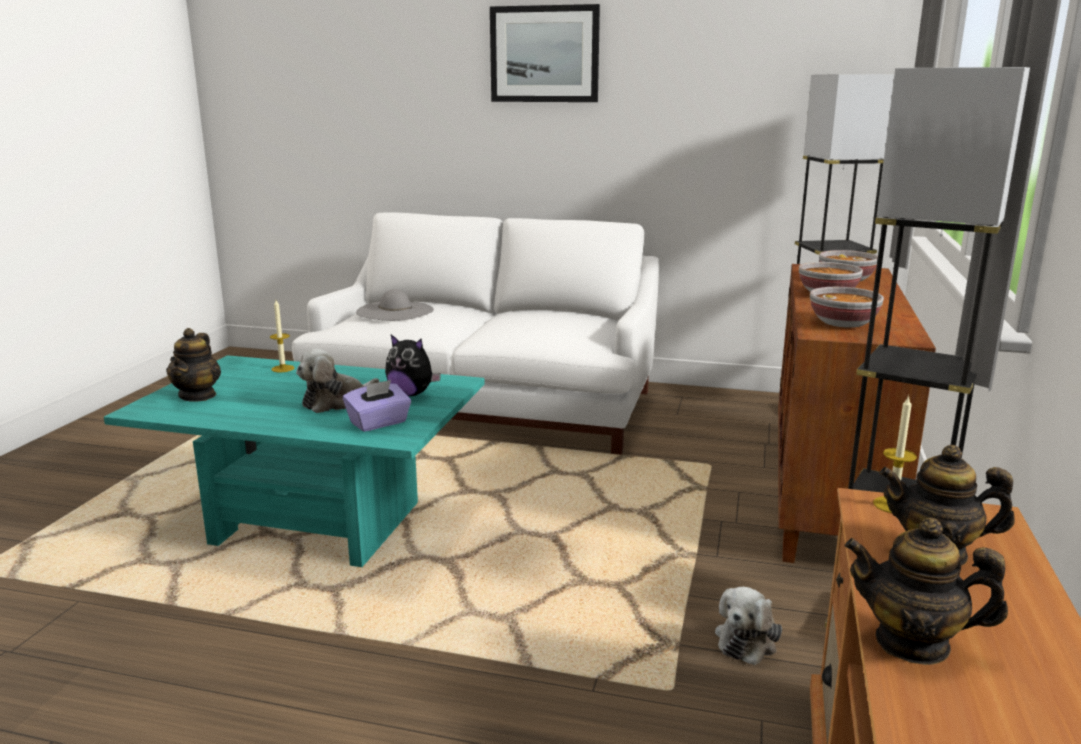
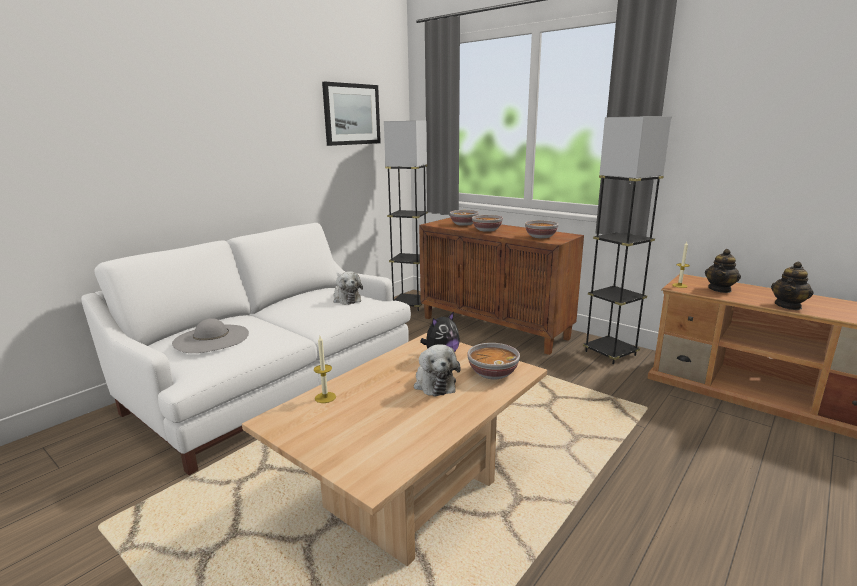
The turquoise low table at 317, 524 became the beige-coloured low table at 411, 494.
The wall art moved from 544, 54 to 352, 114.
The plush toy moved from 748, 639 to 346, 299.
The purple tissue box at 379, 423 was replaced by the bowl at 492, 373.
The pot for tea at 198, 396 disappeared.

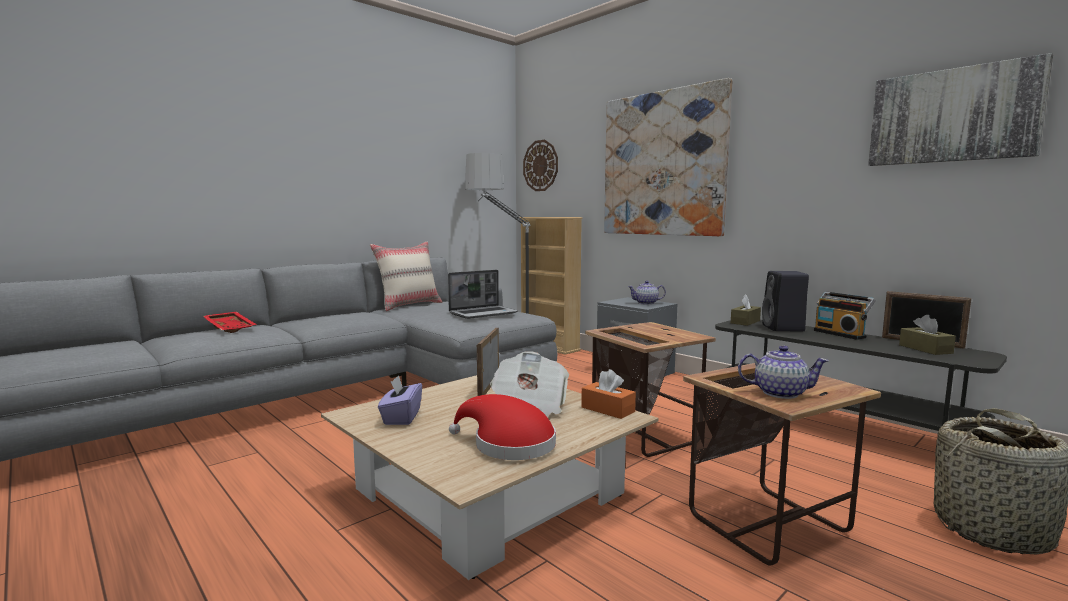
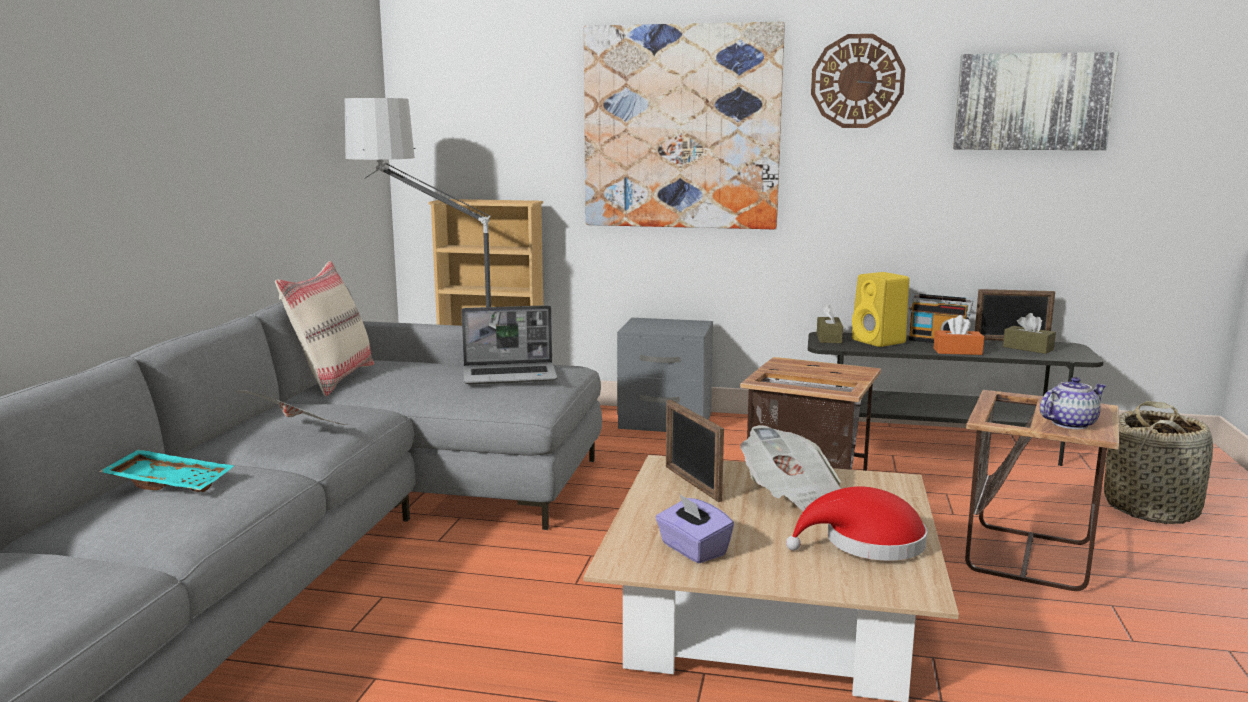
The red-coloured serving tray at 231, 328 became the turquoise serving tray at 171, 483.
The newspaper at 297, 434 appeared.
The laptop at 483, 313 turned 60 degrees clockwise.
The hanging clock moved from 540, 165 to 857, 81.
The blackish loudspeaker at 784, 328 became the yellow-coloured loudspeaker at 880, 342.
The orange-coloured tissue box moved from 607, 409 to 957, 351.
The pot for tea at 646, 303 disappeared.

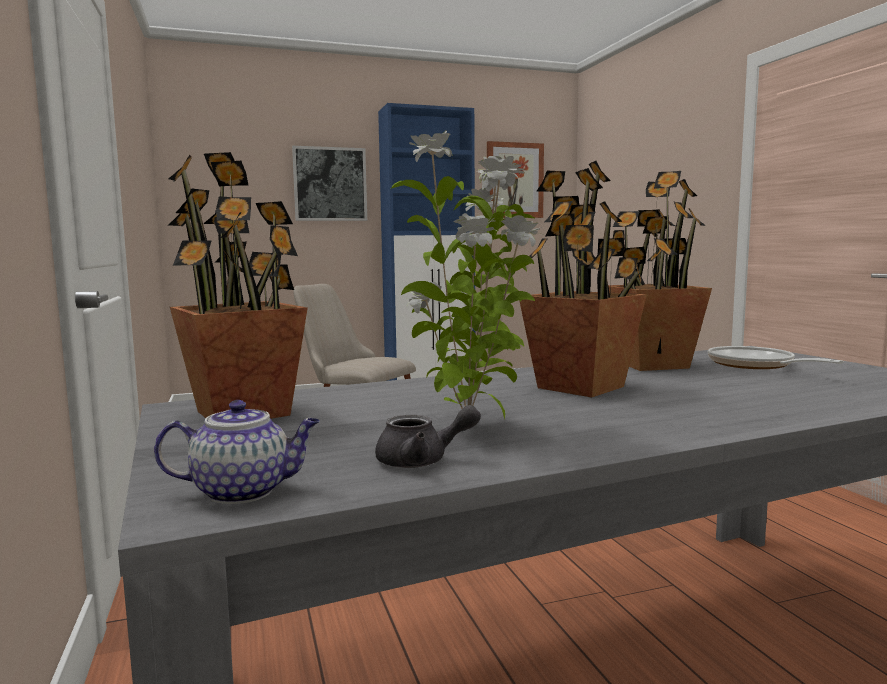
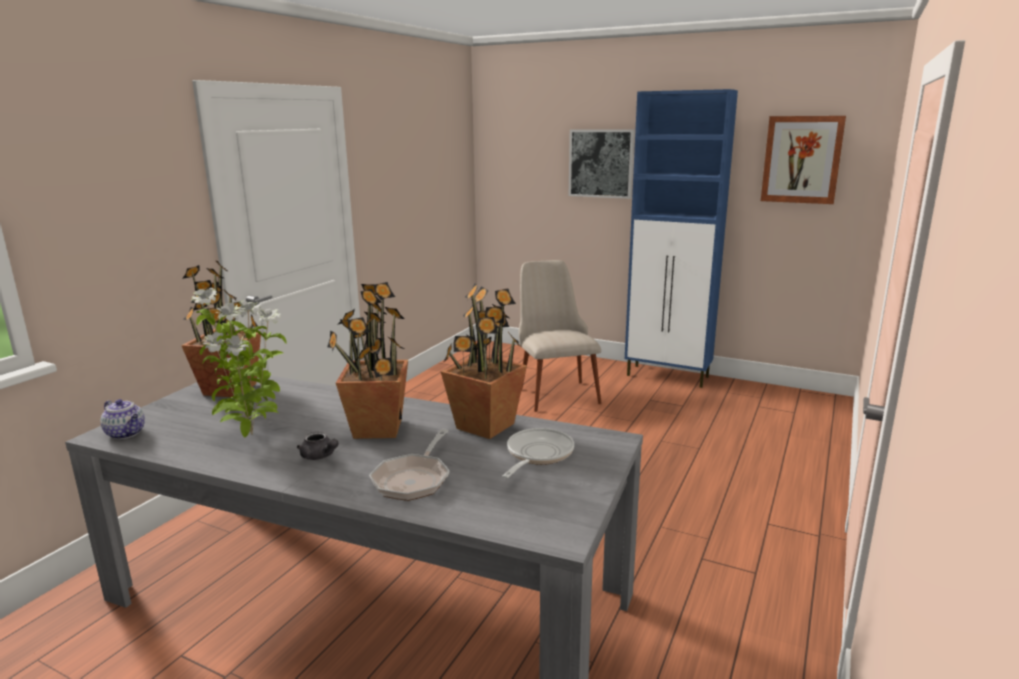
The gray pot for tea moved from 422, 461 to 320, 456.
The pan at 413, 479 appeared.

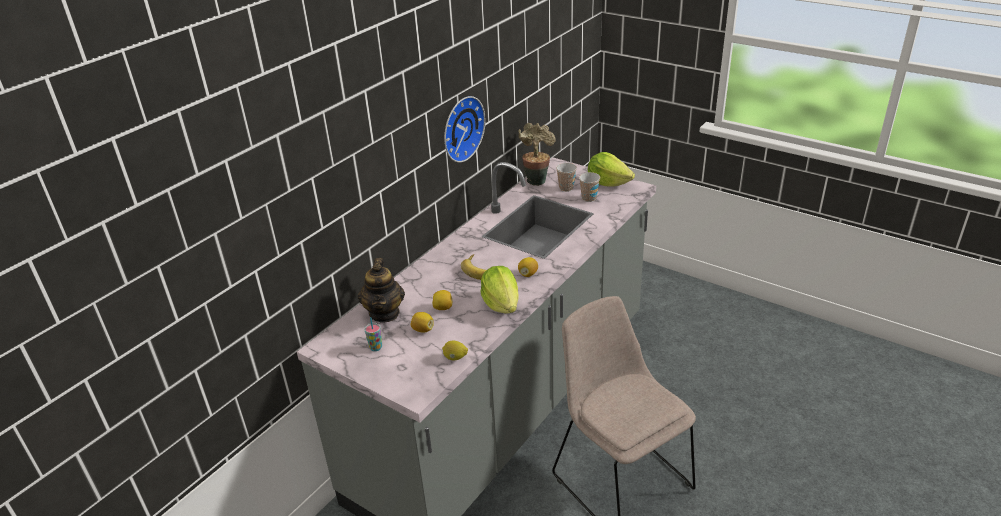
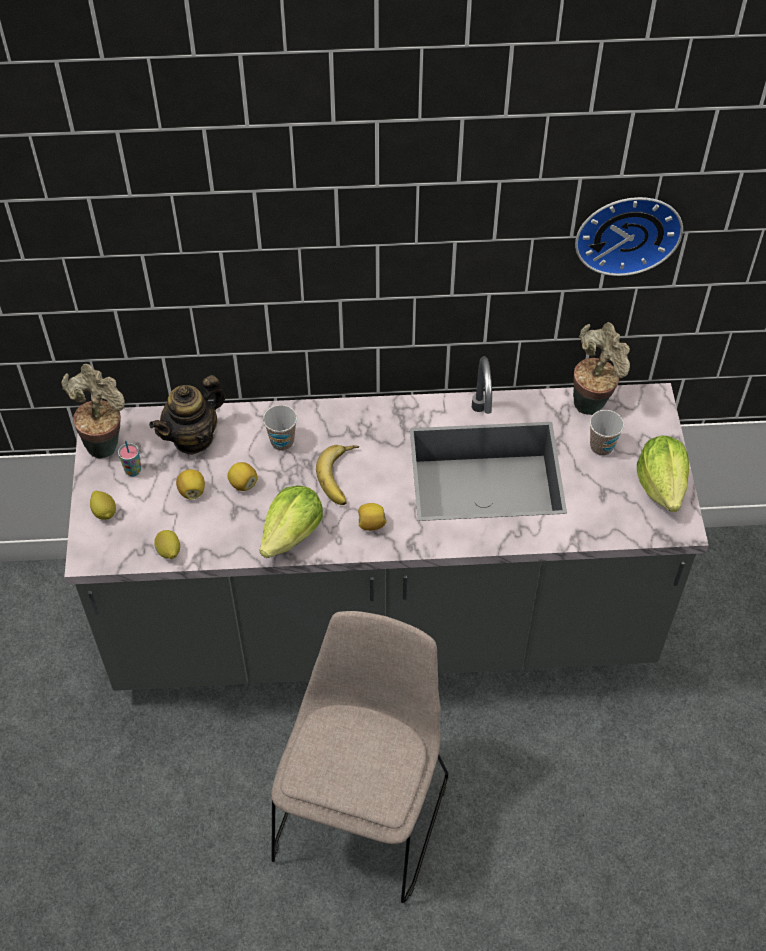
The potted plant at 105, 442 appeared.
The lemon at 104, 512 appeared.
The drinking cup moved from 589, 198 to 282, 441.
The hanging clock moved from 460, 128 to 627, 231.

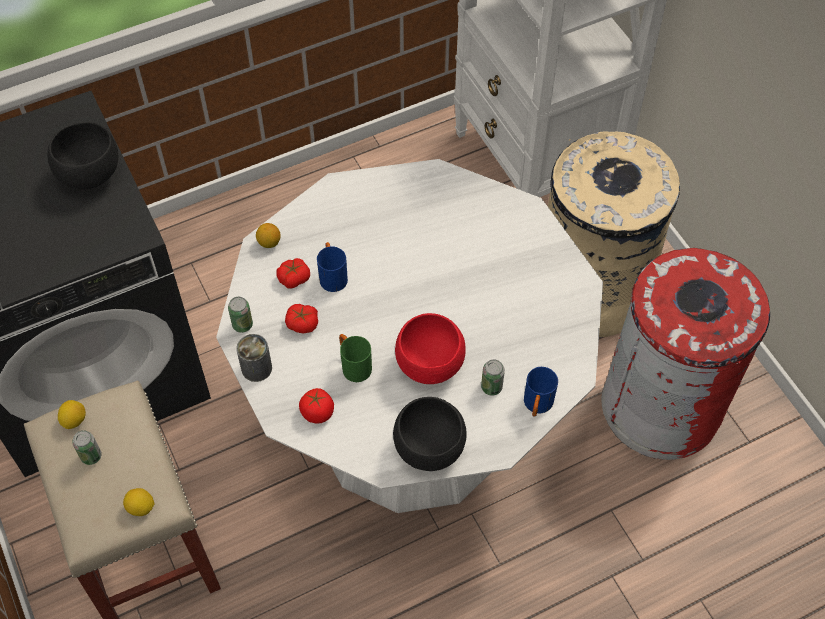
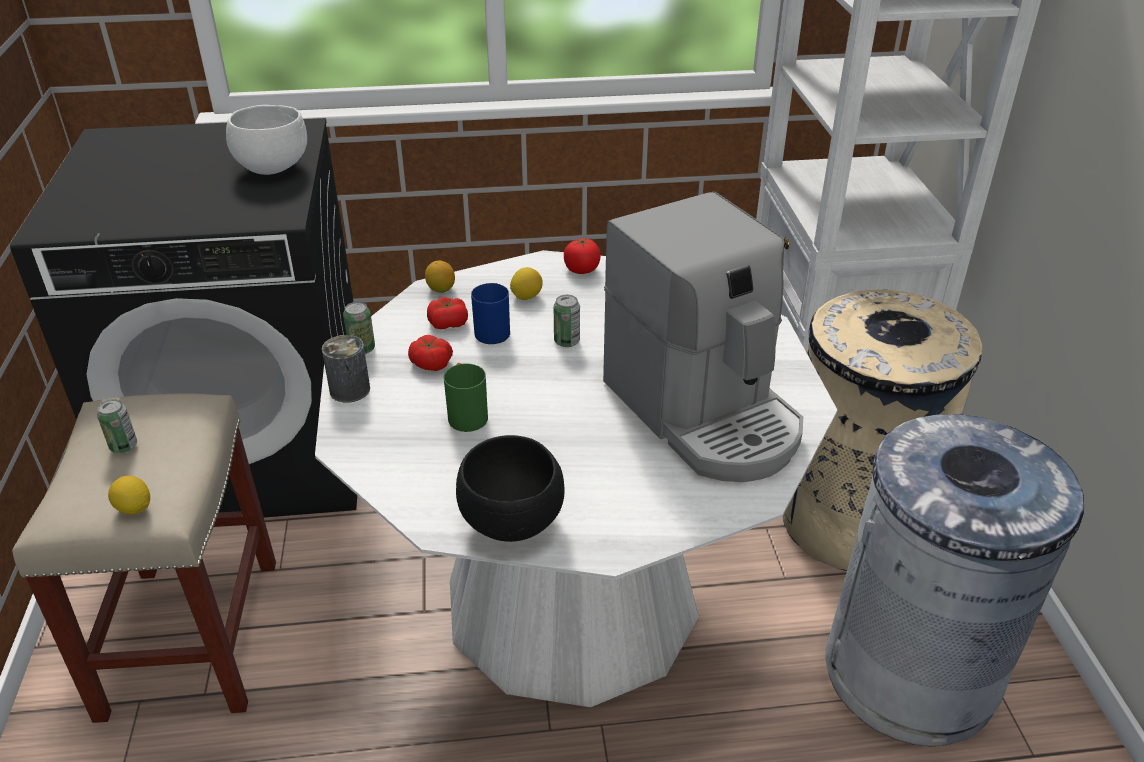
The blackish bowl at 89, 174 became the white-coloured bowl at 273, 168.
The lemon moved from 74, 420 to 526, 296.
The metal can moved from 491, 387 to 566, 341.
The tomato moved from 317, 412 to 582, 269.
The coffee maker at 704, 413 appeared.
The red-coloured trash can at 661, 406 became the gray trash can at 911, 673.
The red-coloured bowl at 431, 365 disappeared.
The blue-coloured coffee mug at 537, 406 disappeared.

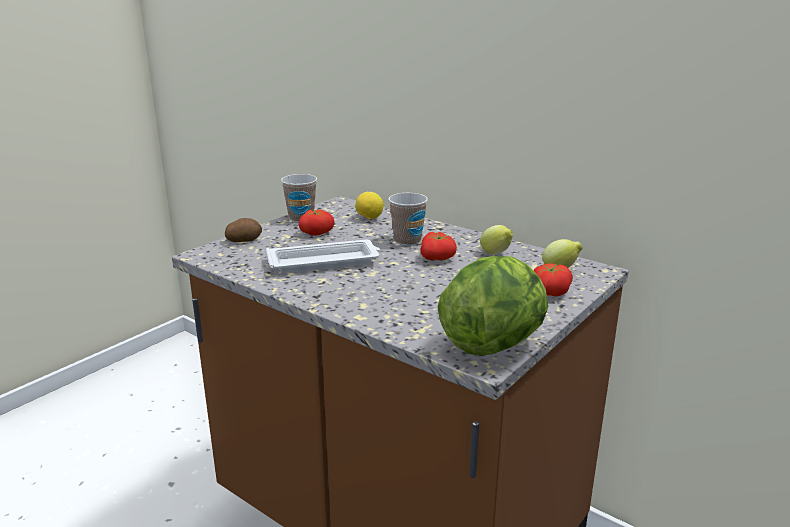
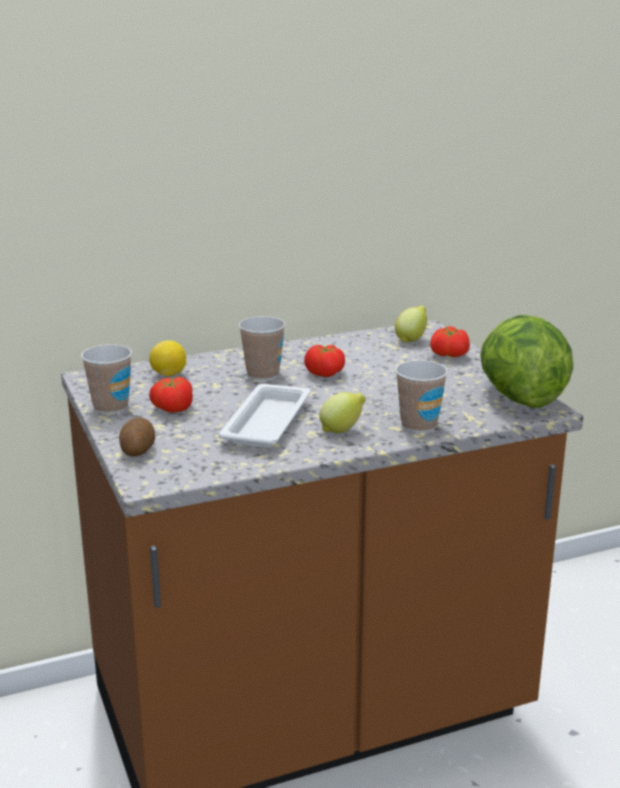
The lemon moved from 496, 254 to 342, 430.
The drinking cup at 419, 425 appeared.

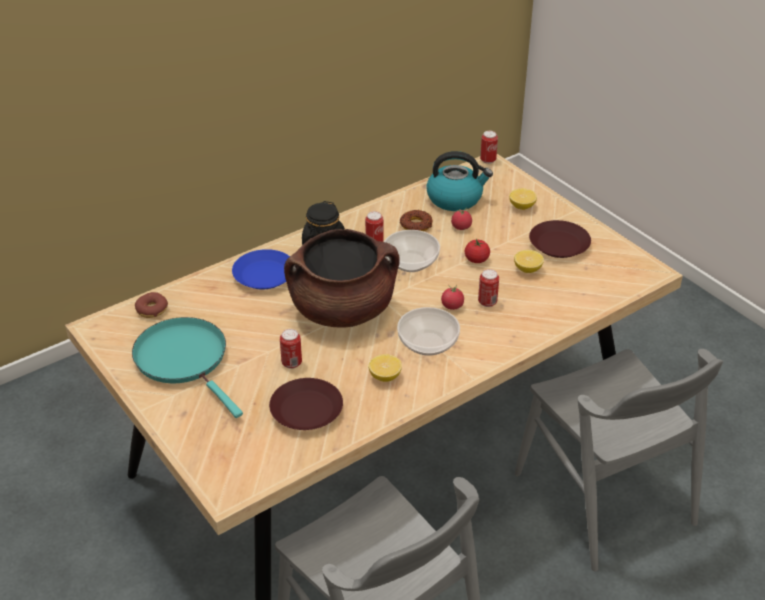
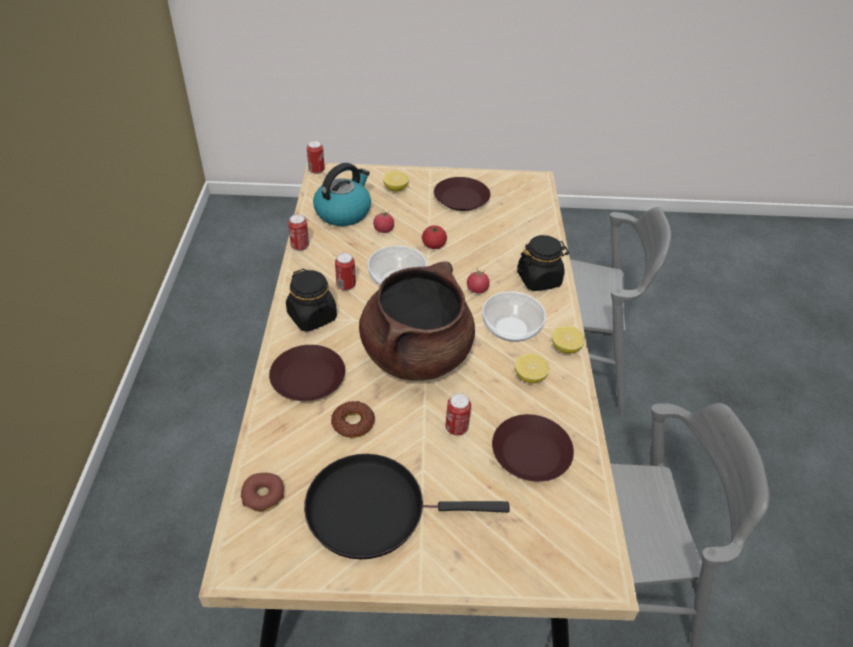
The blue-coloured flat dish at 264, 274 became the brown-coloured flat dish at 307, 378.
The metal can moved from 487, 302 to 300, 246.
The turquoise pan at 185, 359 became the blackish pan at 374, 509.
The donut moved from 416, 225 to 353, 423.
The blackish preserve jar at 539, 279 appeared.
The lemon moved from 527, 269 to 565, 348.

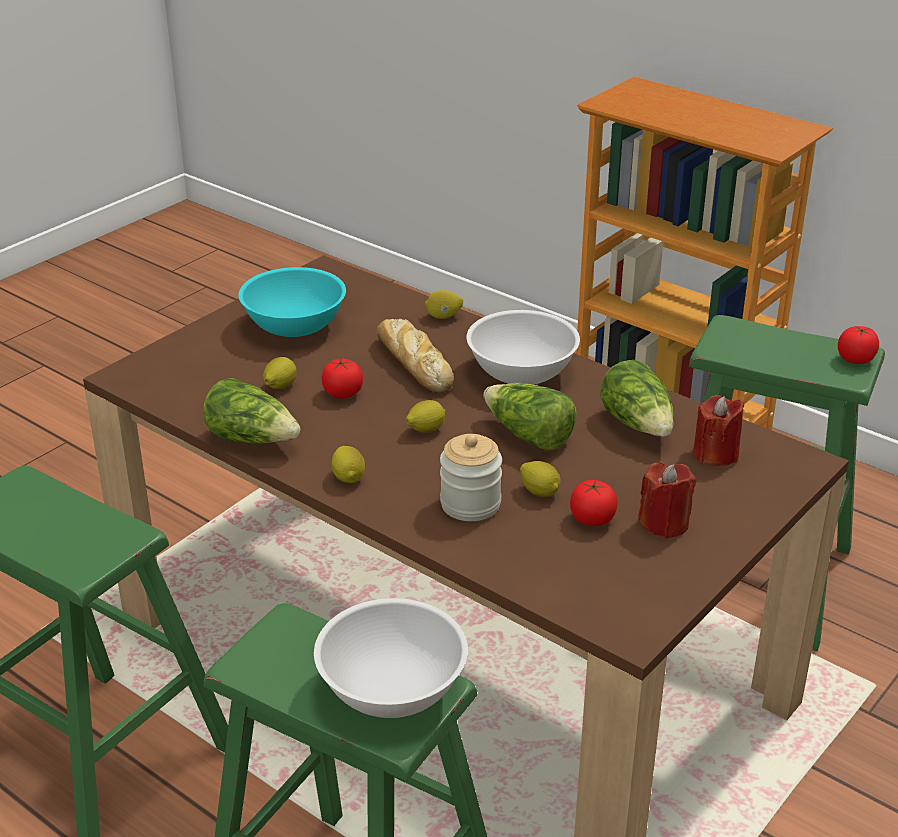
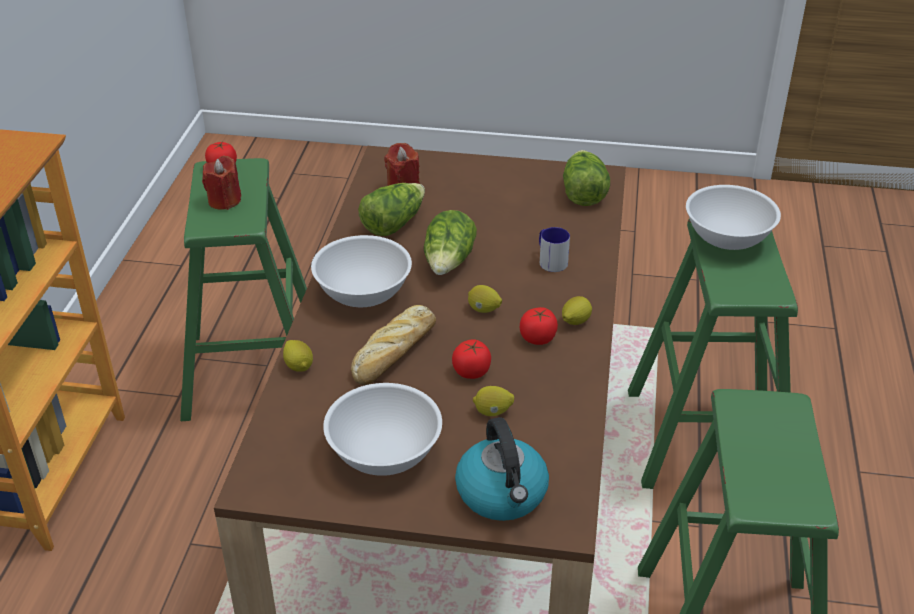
The red-coloured wax light moved from 664, 523 to 224, 201.
The turquoise bowl at 295, 326 became the white-coloured bowl at 385, 452.
The kettle at 502, 494 appeared.
The tomato moved from 592, 519 to 538, 338.
The preserve jar at 470, 504 was replaced by the coffee mug at 550, 260.
The head of lettuce moved from 252, 439 to 583, 193.
The lemon at 540, 492 disappeared.

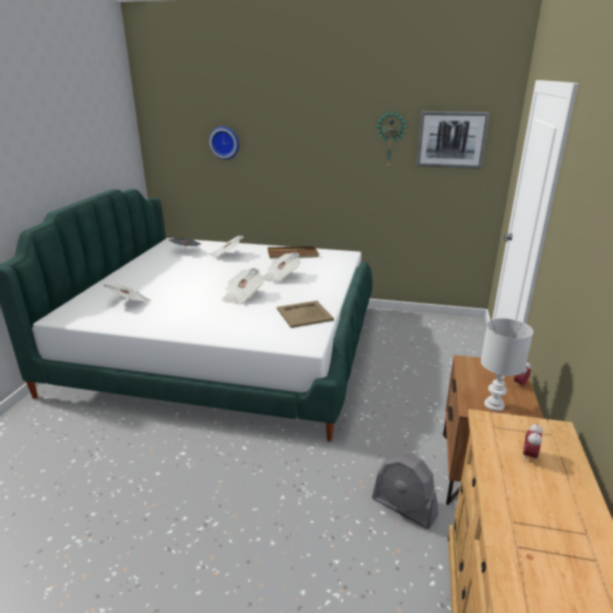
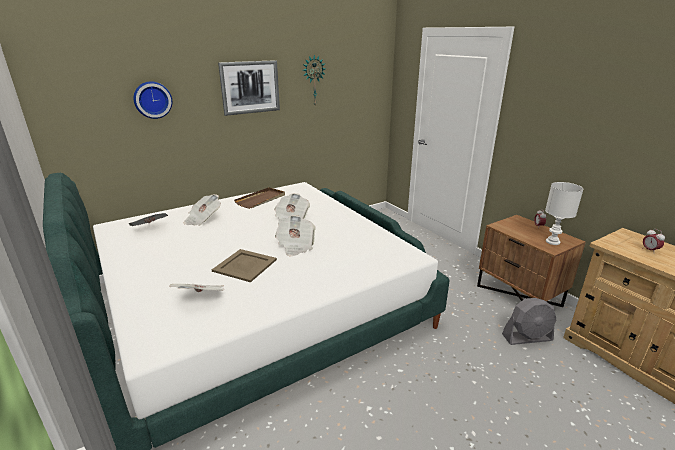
The beige-coloured serving tray moved from 304, 314 to 245, 265.
The wall art moved from 451, 139 to 250, 87.

